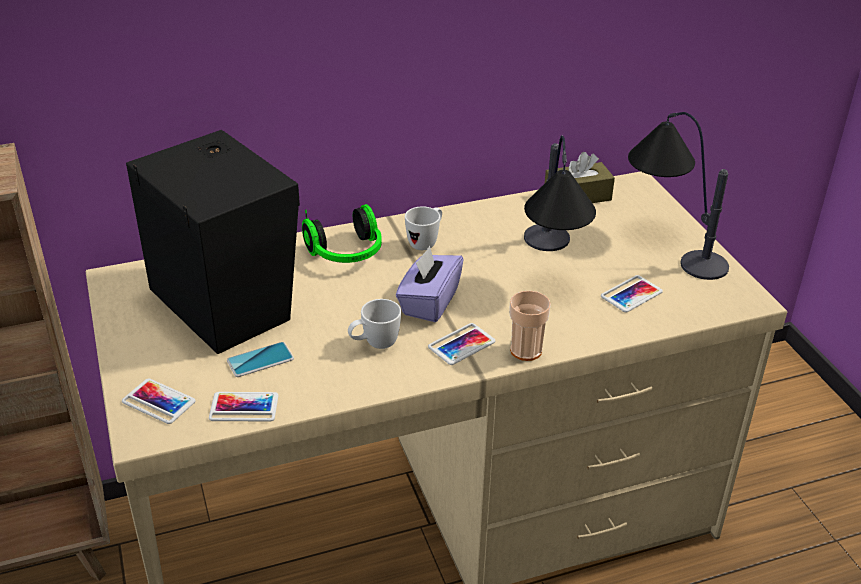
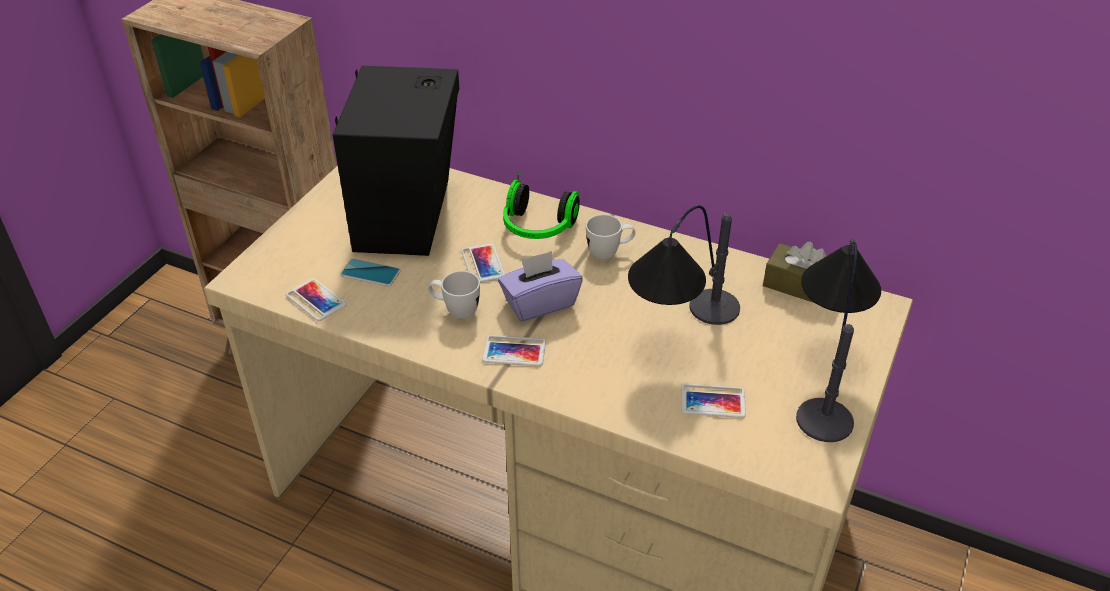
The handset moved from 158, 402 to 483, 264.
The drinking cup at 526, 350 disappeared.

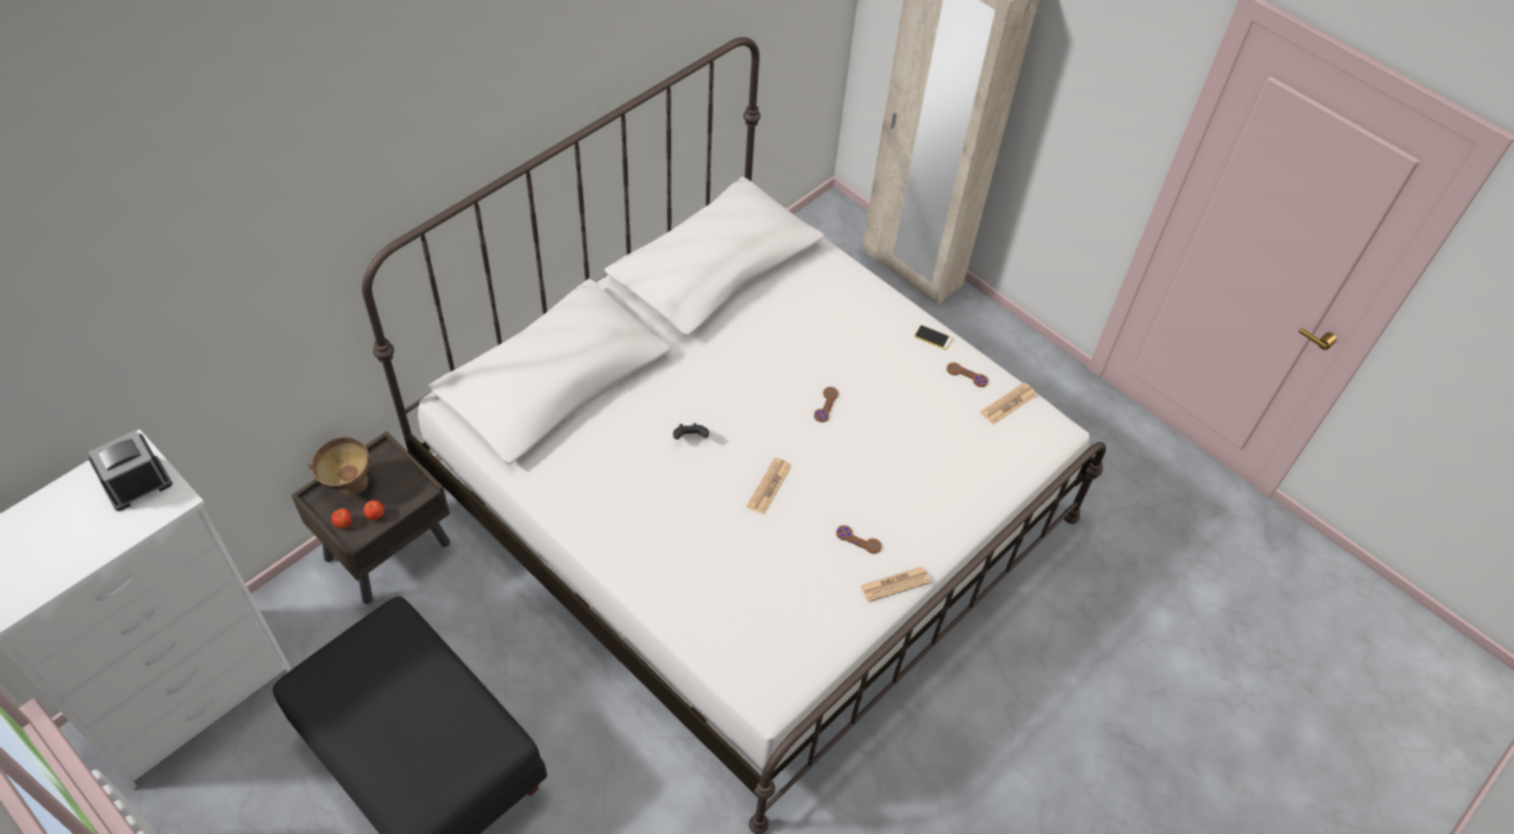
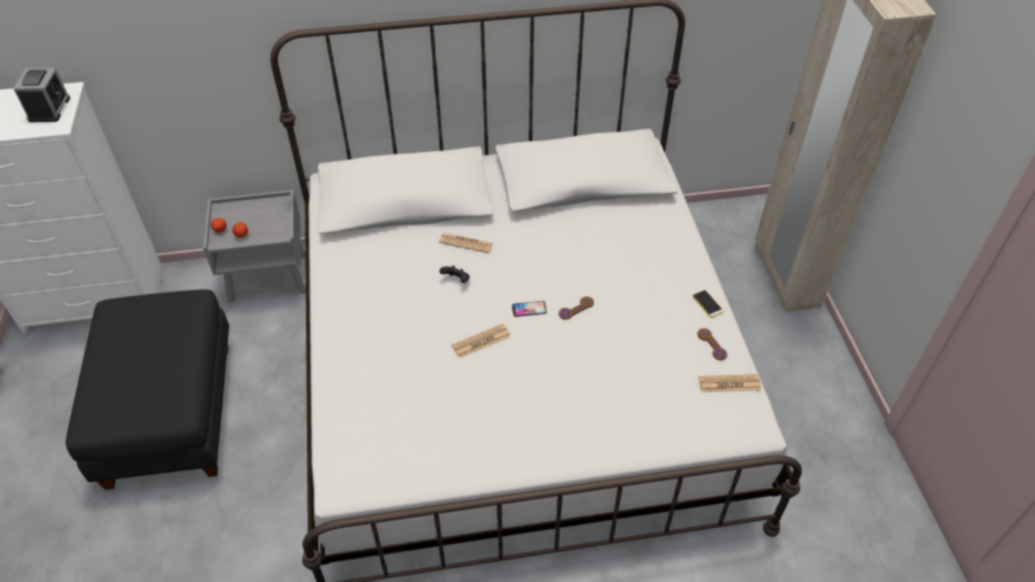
The alarm clock at 137, 484 turned 90 degrees clockwise.
The brown-coloured nightstand at 388, 550 became the gray nightstand at 269, 277.
The newspaper moved from 895, 584 to 466, 243.
The handset at 529, 309 appeared.
The brown-coloured bowl at 347, 485 disappeared.
The brown-coloured gamepad at 858, 540 disappeared.

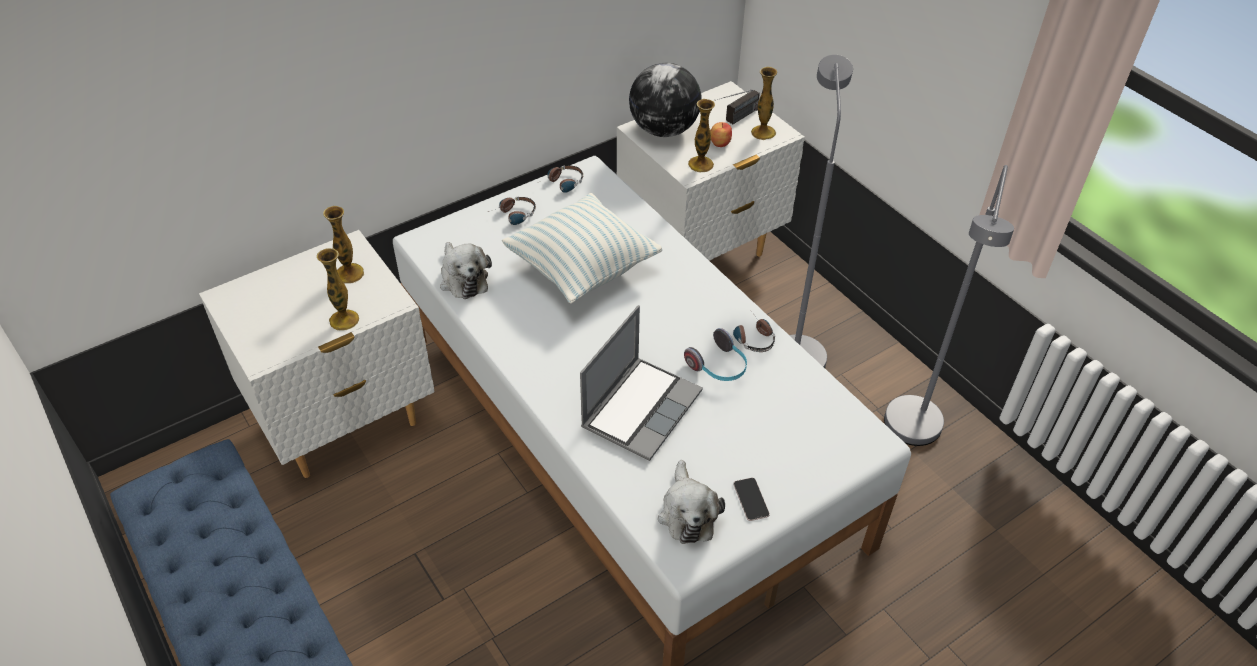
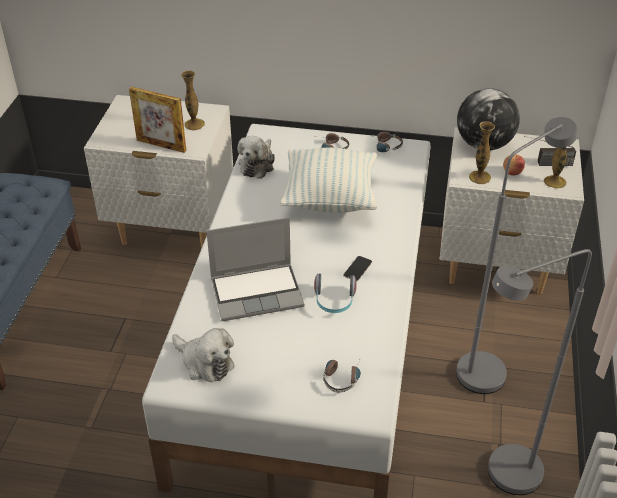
The decorative vase at 344, 320 was replaced by the photo frame at 161, 145.
The plush toy at 687, 512 turned 90 degrees counterclockwise.
The headphones moved from 751, 336 to 342, 376.
The handset moved from 751, 499 to 357, 269.

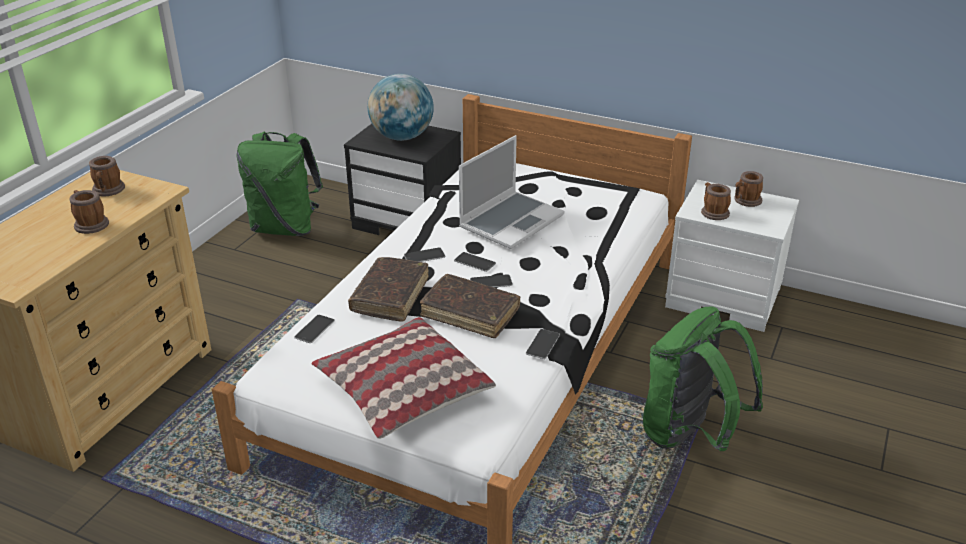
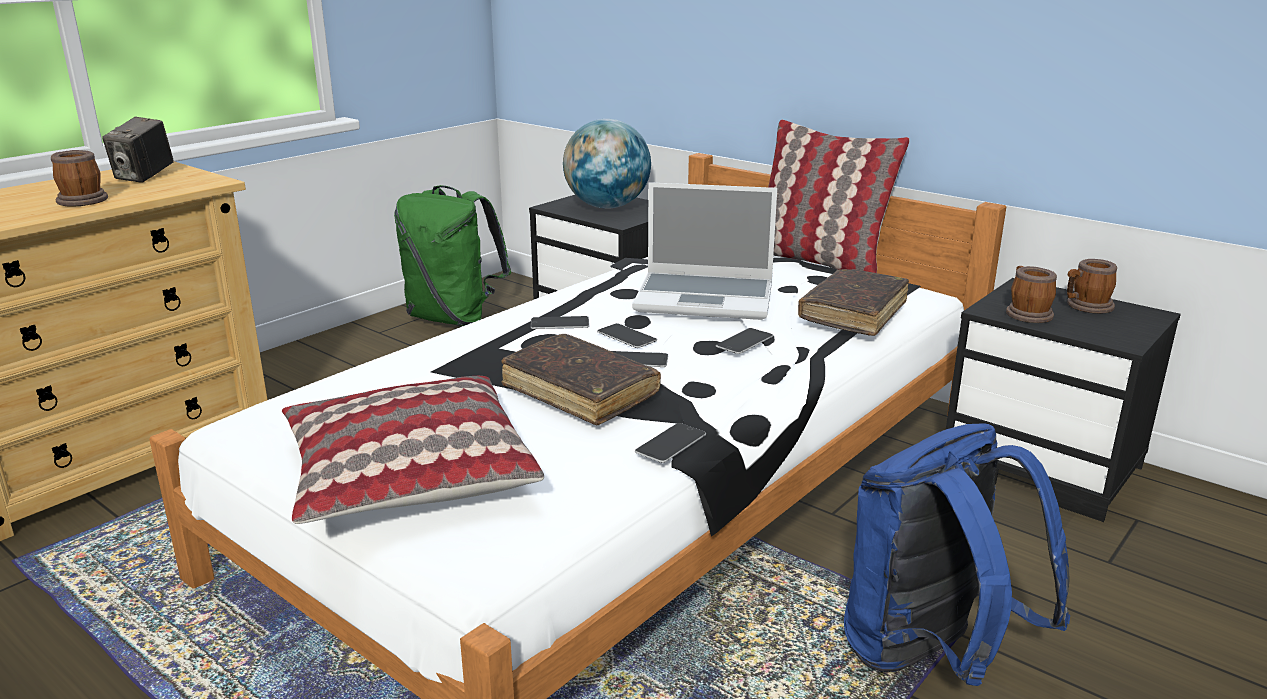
The coffee mug at 108, 191 was replaced by the still camera at 144, 177.
The laptop at 511, 221 turned 45 degrees clockwise.
The handset moved from 314, 329 to 744, 341.
The cushion at 817, 261 appeared.
The brown-coloured volume moved from 390, 296 to 853, 313.
The green backpack at 689, 435 became the blue-coloured backpack at 930, 657.
The white-coloured nightstand at 725, 297 became the blackish nightstand at 1044, 467.

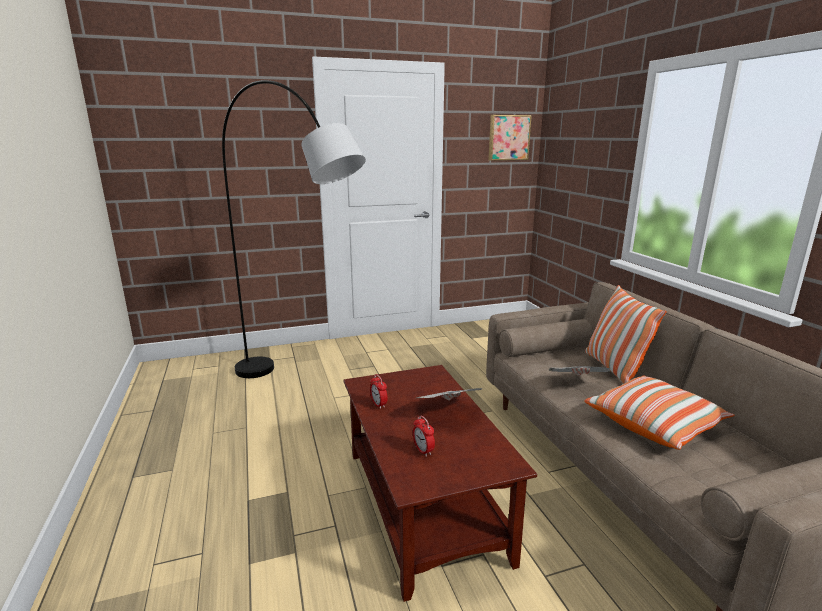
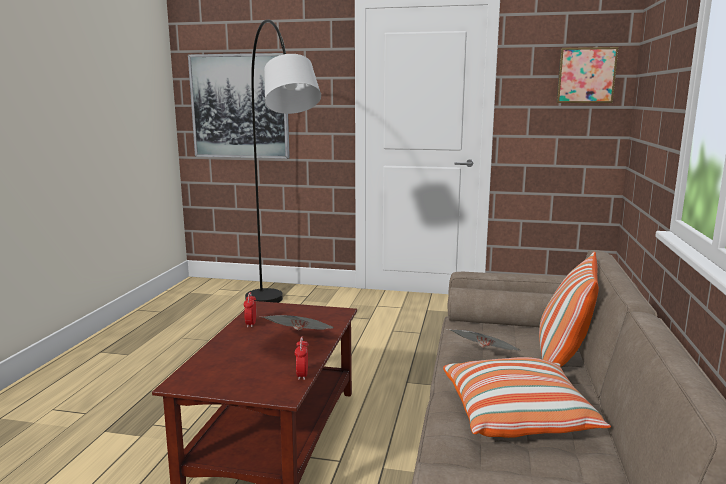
The wall art at 240, 106 appeared.
The alarm clock moved from 423, 450 to 302, 375.

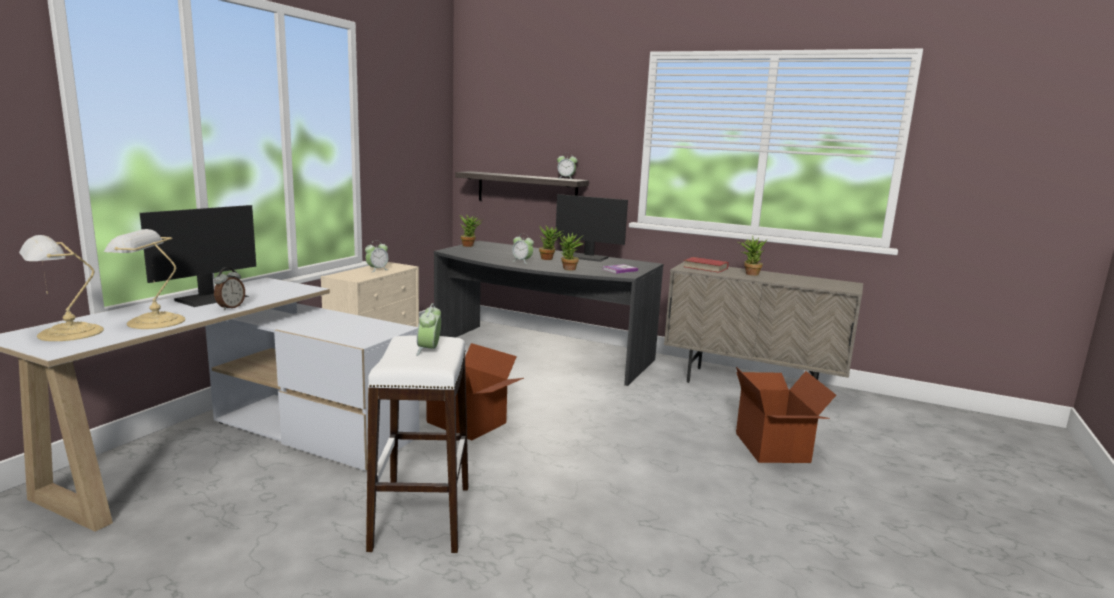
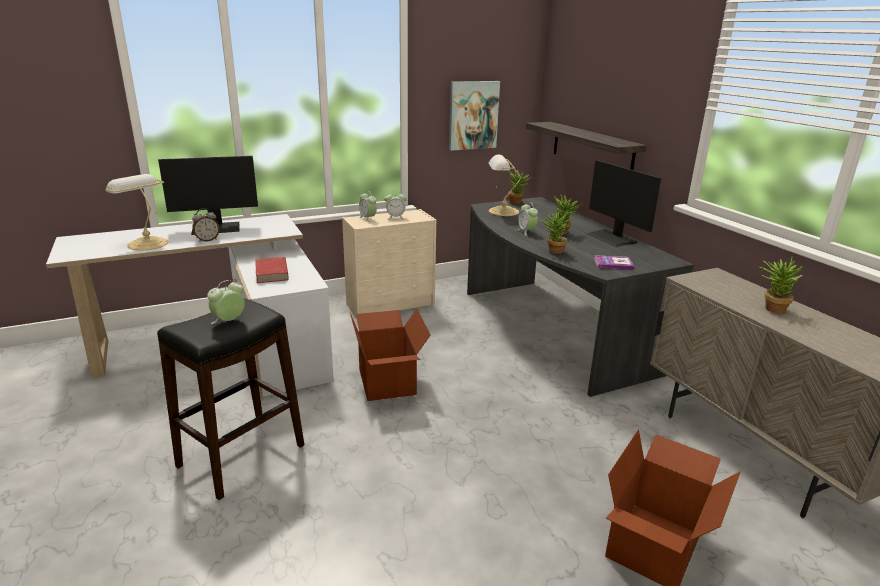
The white-coloured sitting stool at 422, 517 became the blackish sitting stool at 241, 456.
The red-coloured volume moved from 705, 267 to 272, 273.
The alarm clock moved from 566, 178 to 368, 218.
The wall art at 473, 115 appeared.
The lamp for a table moved from 67, 333 to 502, 211.

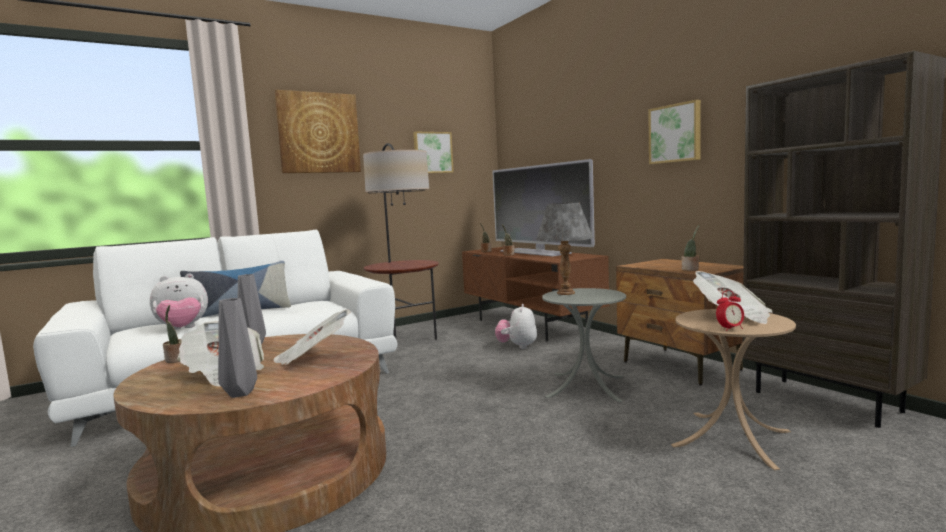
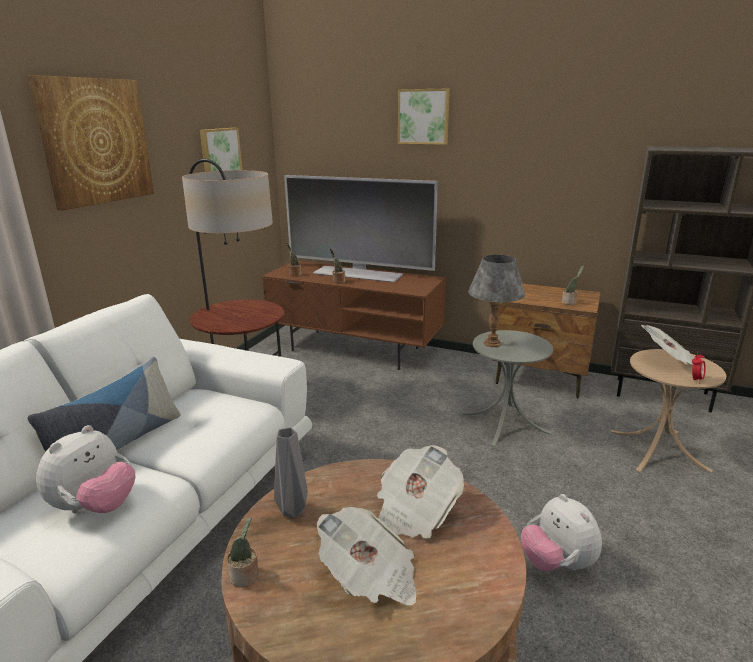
The wall art moved from 675, 133 to 423, 116.
The plush toy moved from 517, 346 to 557, 563.
The gray decorative vase at 241, 393 disappeared.

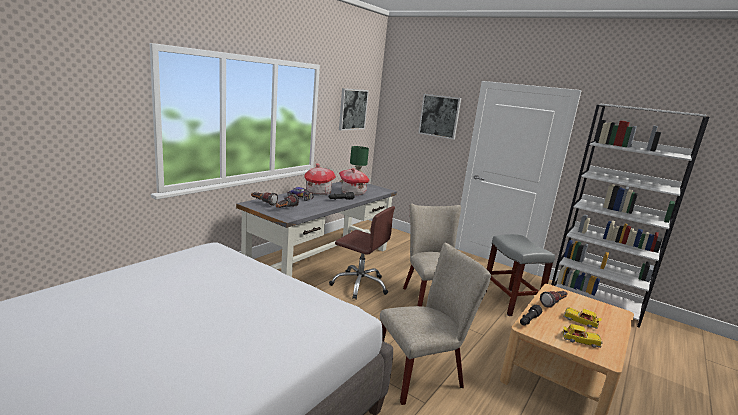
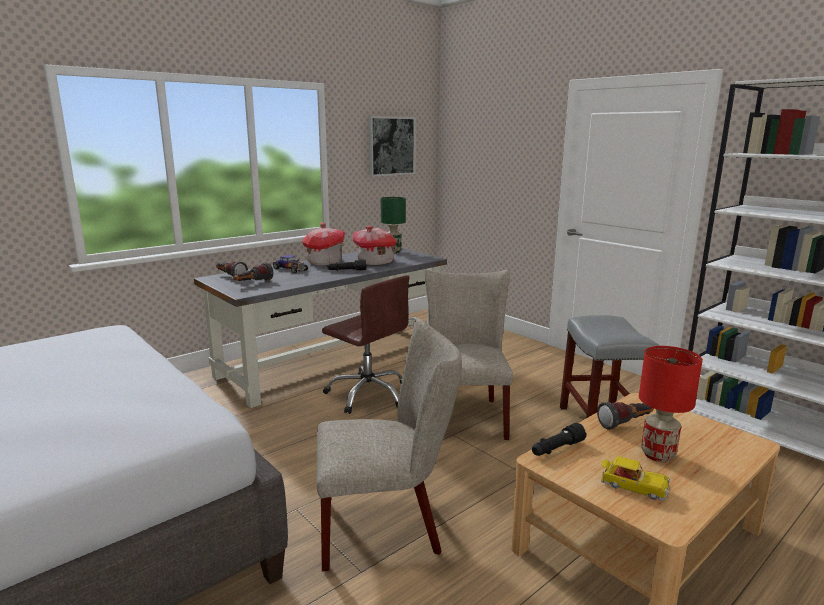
The miniature car at 581, 321 was replaced by the red-coloured lamp for a table at 658, 455.
The wall art at 439, 116 disappeared.

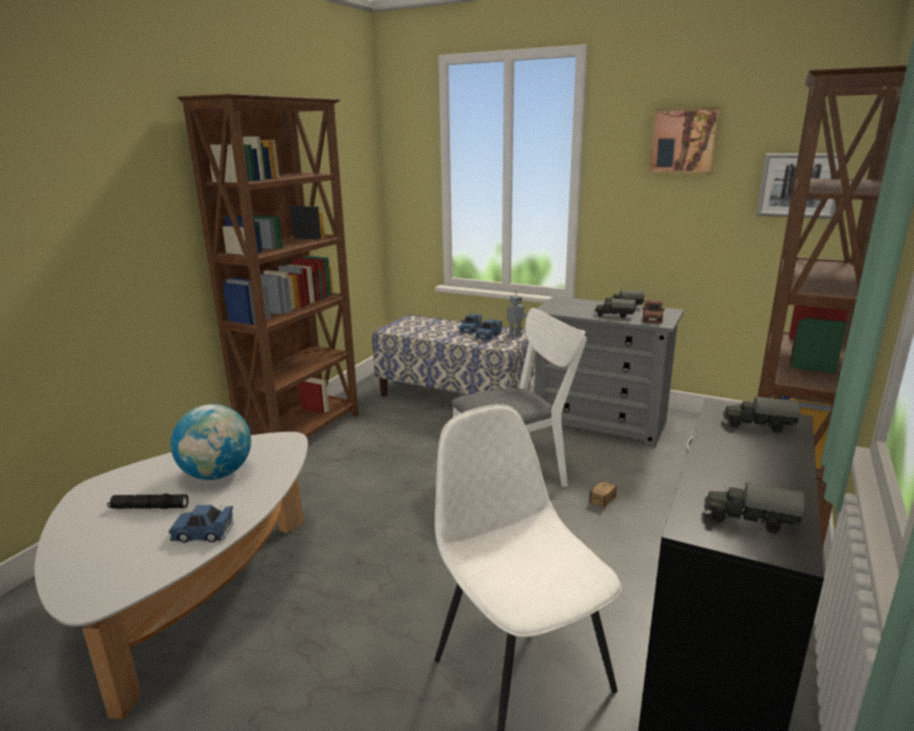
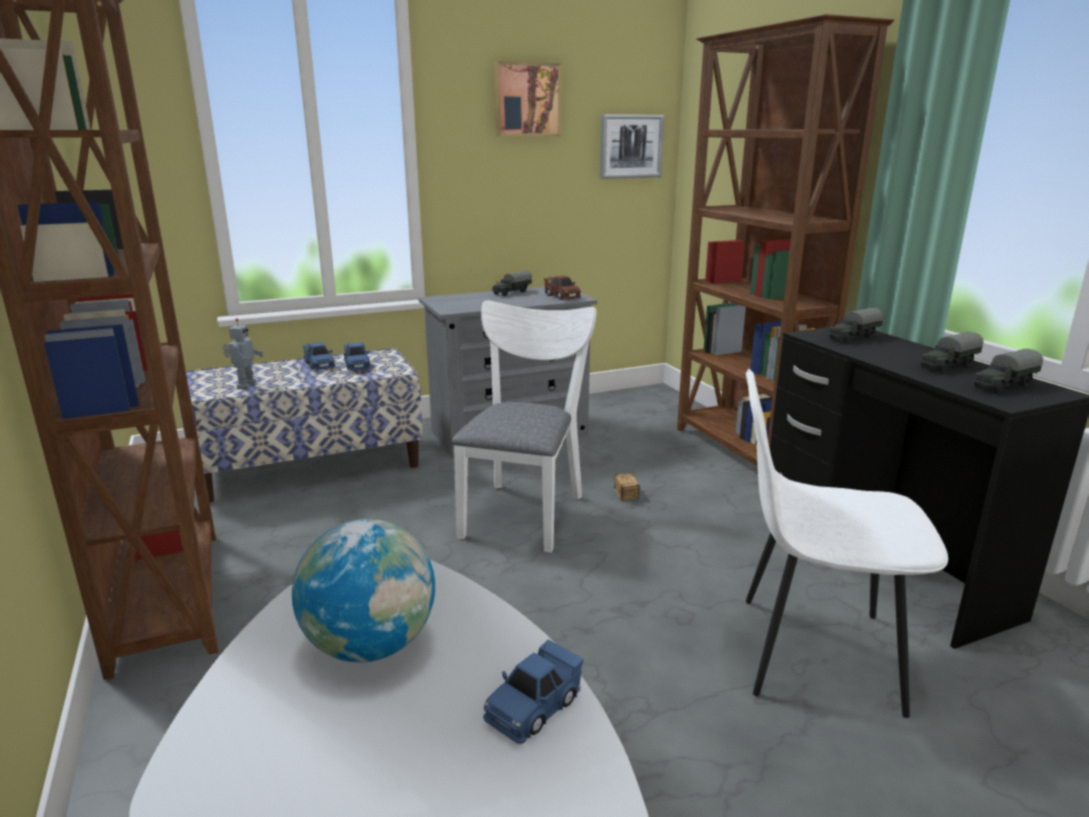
The model robot moved from 514, 335 to 245, 385.
The toy truck moved from 614, 315 to 947, 366.
The blackish torch at 149, 507 disappeared.

